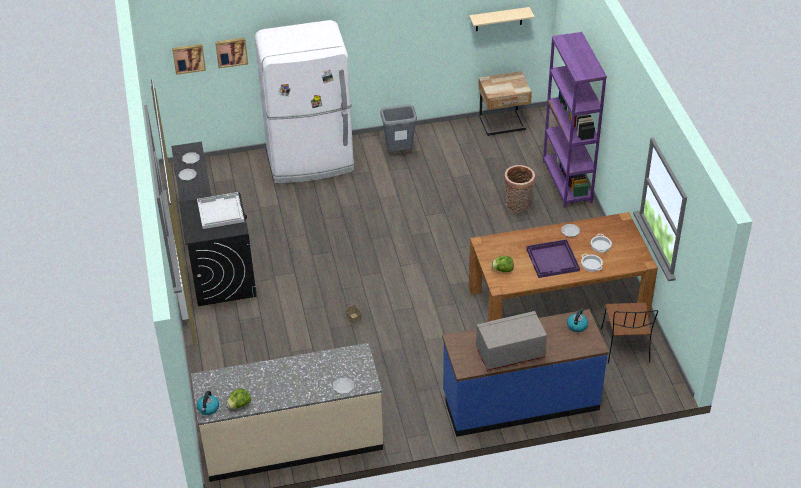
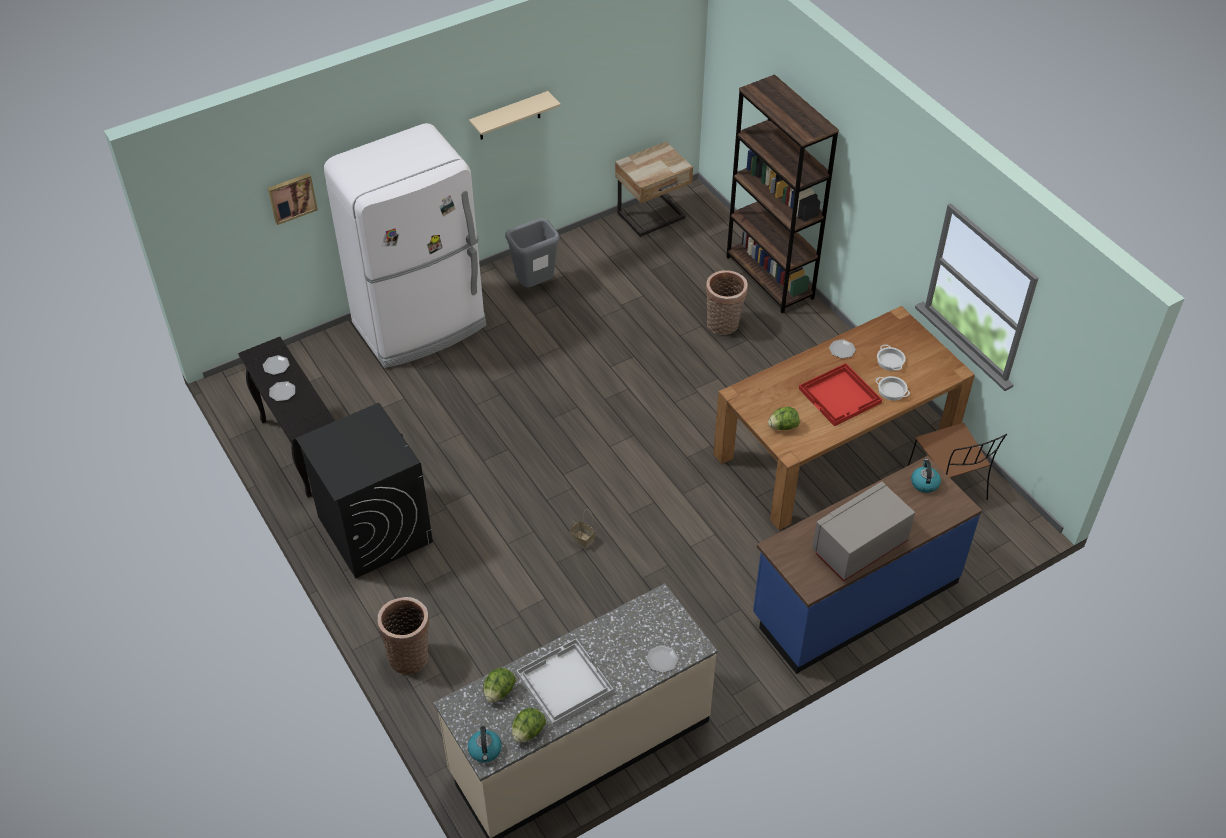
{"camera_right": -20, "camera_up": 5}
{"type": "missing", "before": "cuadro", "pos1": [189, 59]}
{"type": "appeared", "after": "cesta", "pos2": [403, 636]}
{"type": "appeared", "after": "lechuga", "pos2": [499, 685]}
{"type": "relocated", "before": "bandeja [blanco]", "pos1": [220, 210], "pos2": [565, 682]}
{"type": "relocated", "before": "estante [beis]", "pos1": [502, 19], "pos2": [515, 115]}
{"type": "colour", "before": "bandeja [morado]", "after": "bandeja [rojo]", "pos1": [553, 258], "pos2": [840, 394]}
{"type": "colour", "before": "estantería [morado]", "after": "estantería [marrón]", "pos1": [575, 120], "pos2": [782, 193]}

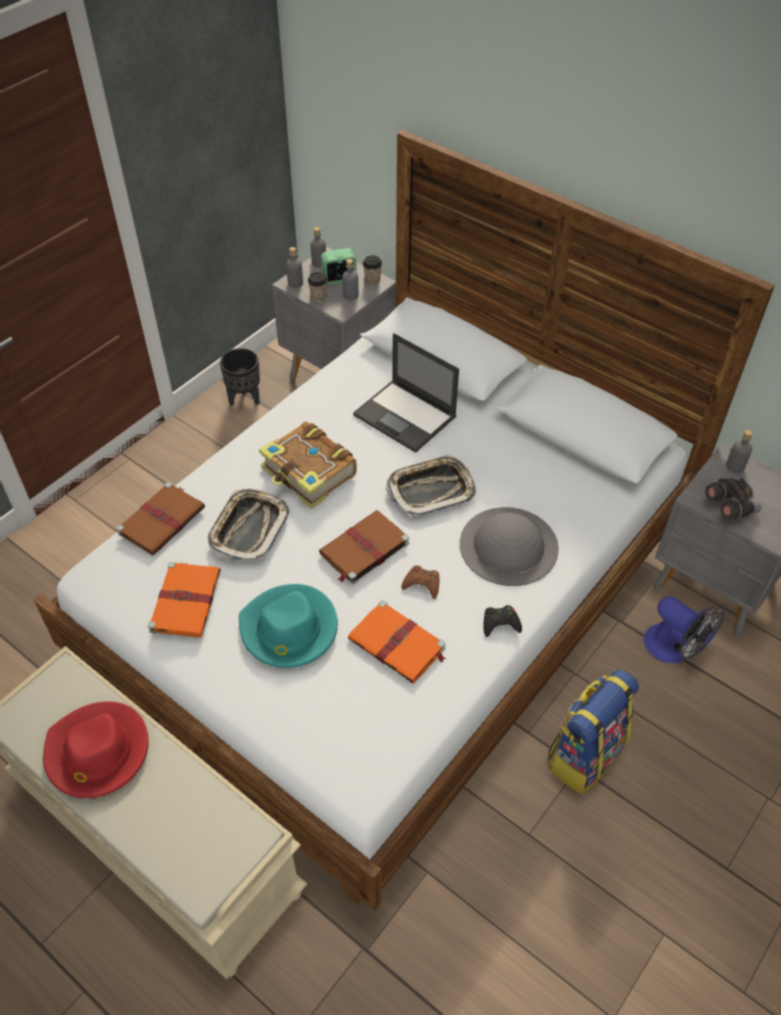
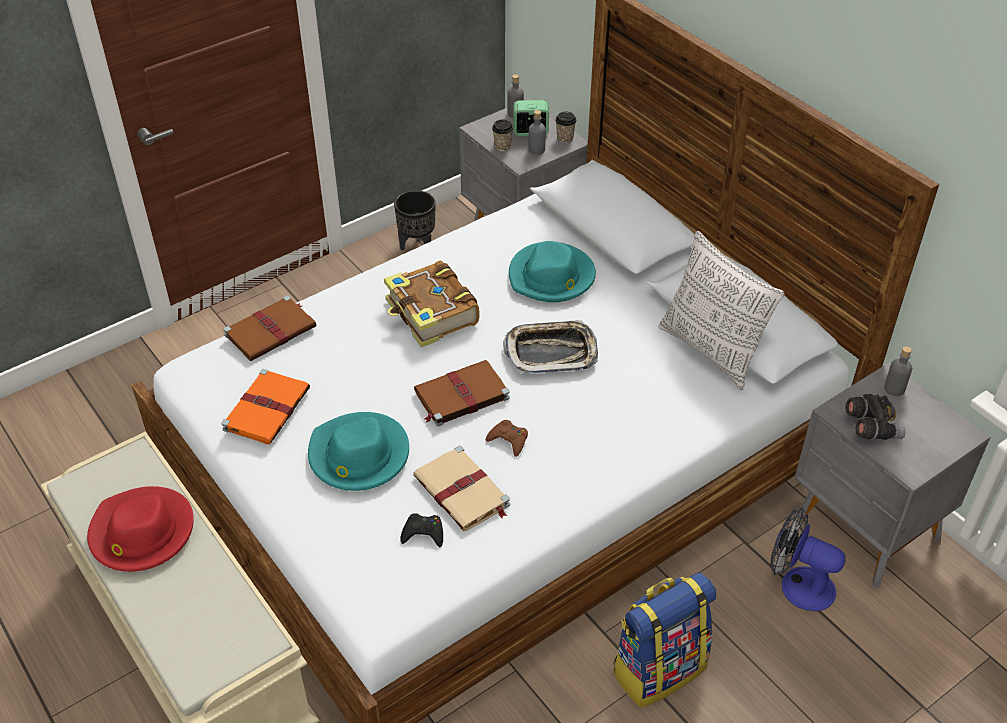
{"camera_right": 15, "camera_up": -5}
{"type": "missing", "before": "bandeja", "pos1": [248, 525]}
{"type": "missing", "before": "botella [gris]", "pos1": [294, 267]}
{"type": "missing", "before": "sombrero [gris]", "pos1": [509, 546]}
{"type": "appeared", "after": "cojín", "pos2": [721, 310]}
{"type": "relocated", "before": "mando de consola [negro]", "pos1": [502, 621], "pos2": [421, 530]}
{"type": "exchanged", "before": "portátil", "after": "sombrero [turquesa]", "pos1": [406, 393], "pos2": [552, 271]}
{"type": "colour", "before": "libro [naranja]", "after": "libro [beis]", "pos1": [397, 642], "pos2": [461, 489]}
{"type": "spun", "before": "ventilador", "pos1": [684, 629], "pos2": [808, 559], "turn": 150}

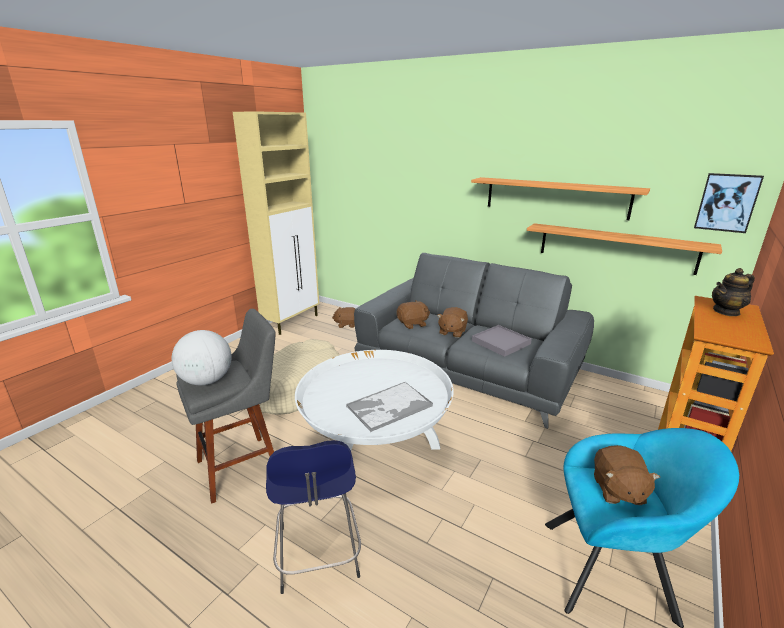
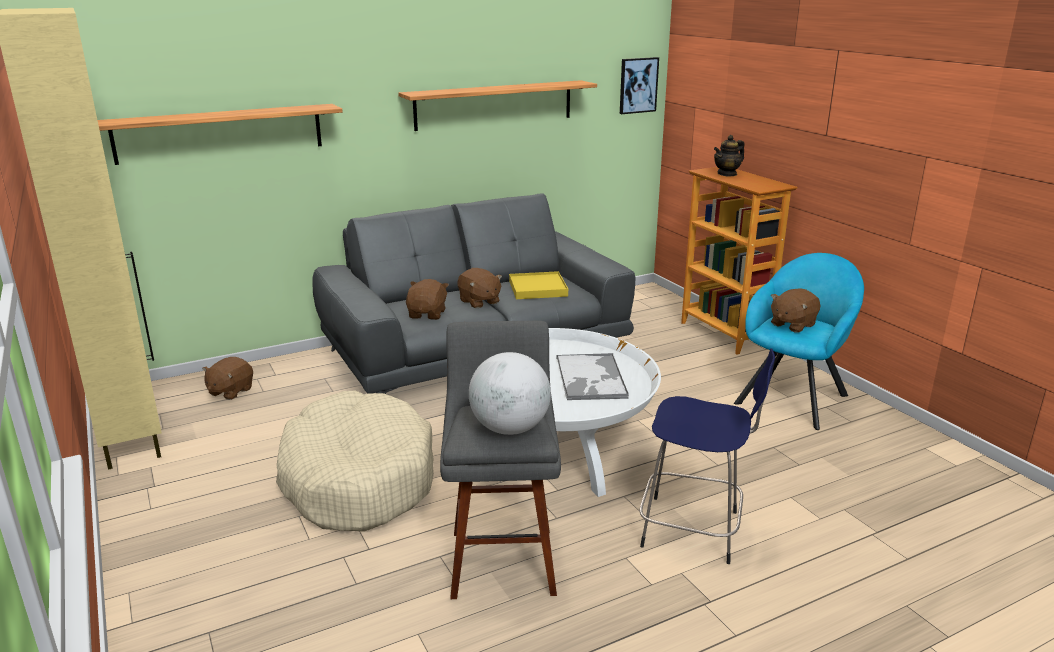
{"camera_right": -60, "camera_up": 0}
{"type": "relocated", "before": "estante", "pos1": [624, 249], "pos2": [220, 134]}
{"type": "colour", "before": "bandeja [gris]", "after": "bandeja [amarillo]", "pos1": [502, 341], "pos2": [538, 285]}
{"type": "spun", "before": "peluche [marrón]", "pos1": [627, 475], "pos2": [795, 310], "turn": 105}
{"type": "spun", "before": "tetera", "pos1": [733, 292], "pos2": [729, 156], "turn": 45}

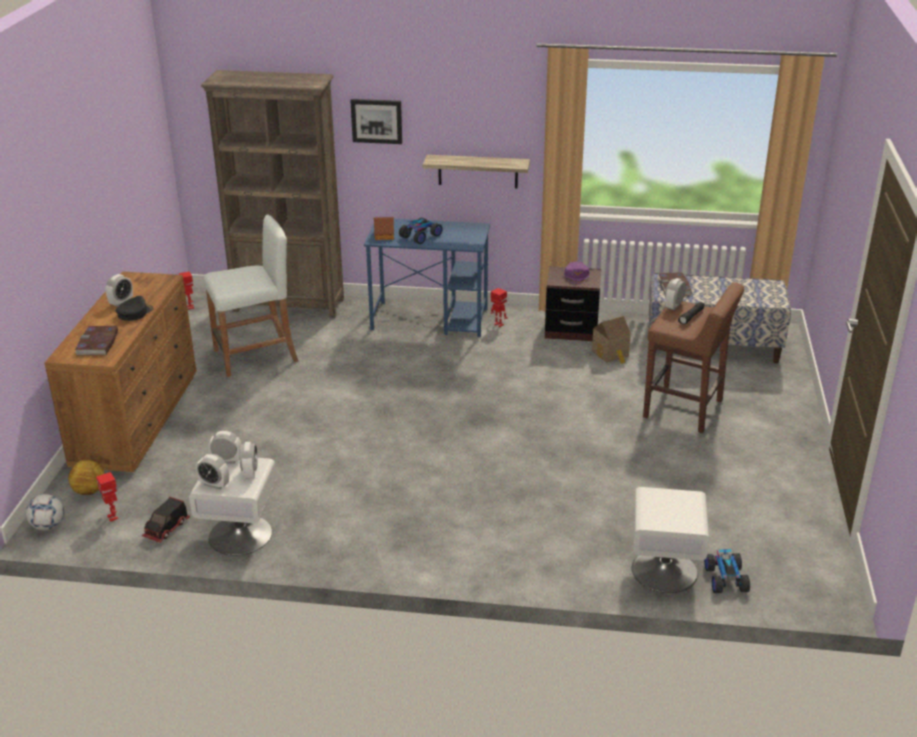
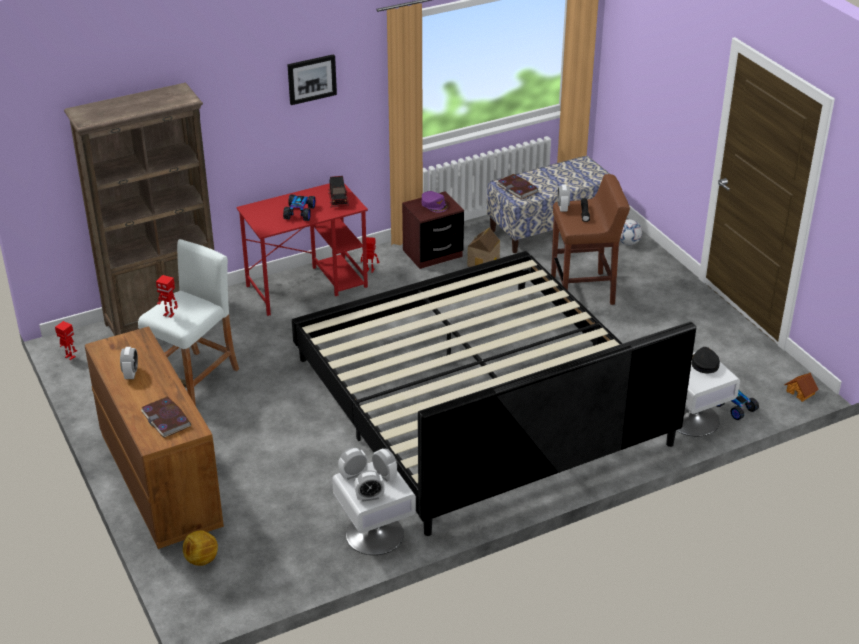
{"camera_right": -35, "camera_up": 5}
{"type": "missing", "before": "estante", "pos1": [476, 172]}
{"type": "appeared", "after": "cama", "pos2": [494, 393]}
{"type": "relocated", "before": "balón de fútbol", "pos1": [45, 512], "pos2": [631, 232]}
{"type": "relocated", "before": "robot de juguete", "pos1": [107, 497], "pos2": [167, 296]}
{"type": "relocated", "before": "gorra [negro]", "pos1": [134, 308], "pos2": [706, 360]}
{"type": "relocated", "before": "camión de juguete", "pos1": [166, 520], "pos2": [339, 191]}
{"type": "relocated", "before": "cuadro", "pos1": [376, 121], "pos2": [312, 79]}
{"type": "relocated", "before": "casita", "pos1": [384, 228], "pos2": [801, 387]}
{"type": "colour", "before": "escritorio [azul]", "after": "escritorio [rojo]", "pos1": [427, 278], "pos2": [302, 249]}

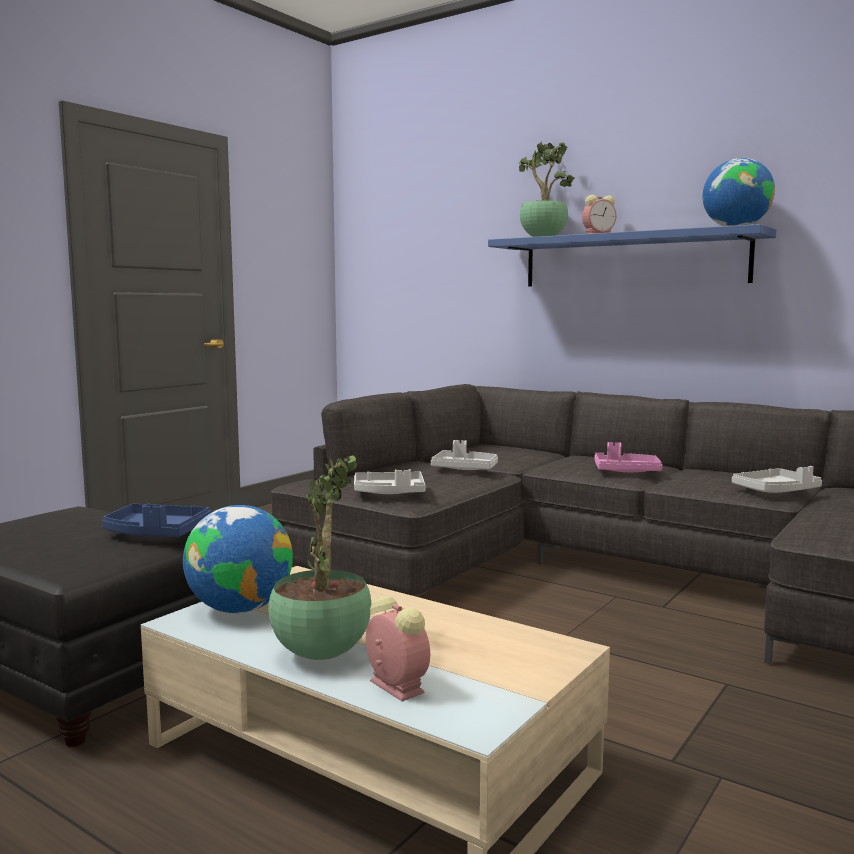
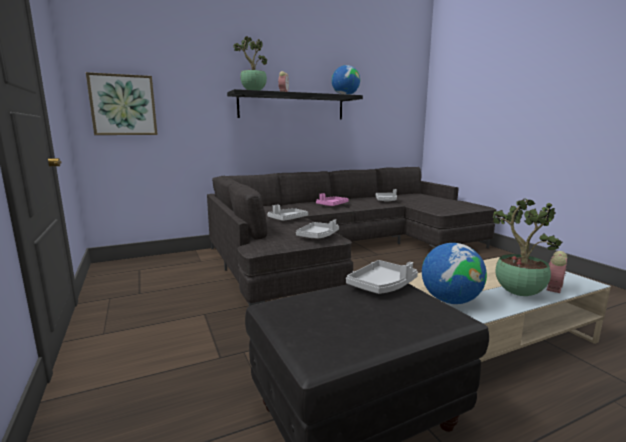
{"camera_right": -60, "camera_up": 5}
{"type": "appeared", "after": "cuadro", "pos2": [122, 103]}
{"type": "colour", "before": "bandeja [azul]", "after": "bandeja [gris]", "pos1": [156, 520], "pos2": [382, 277]}
{"type": "colour", "before": "estante [azul]", "after": "estante [negro]", "pos1": [632, 255], "pos2": [295, 104]}
{"type": "spun", "before": "despertador", "pos1": [398, 649], "pos2": [557, 272], "turn": 135}

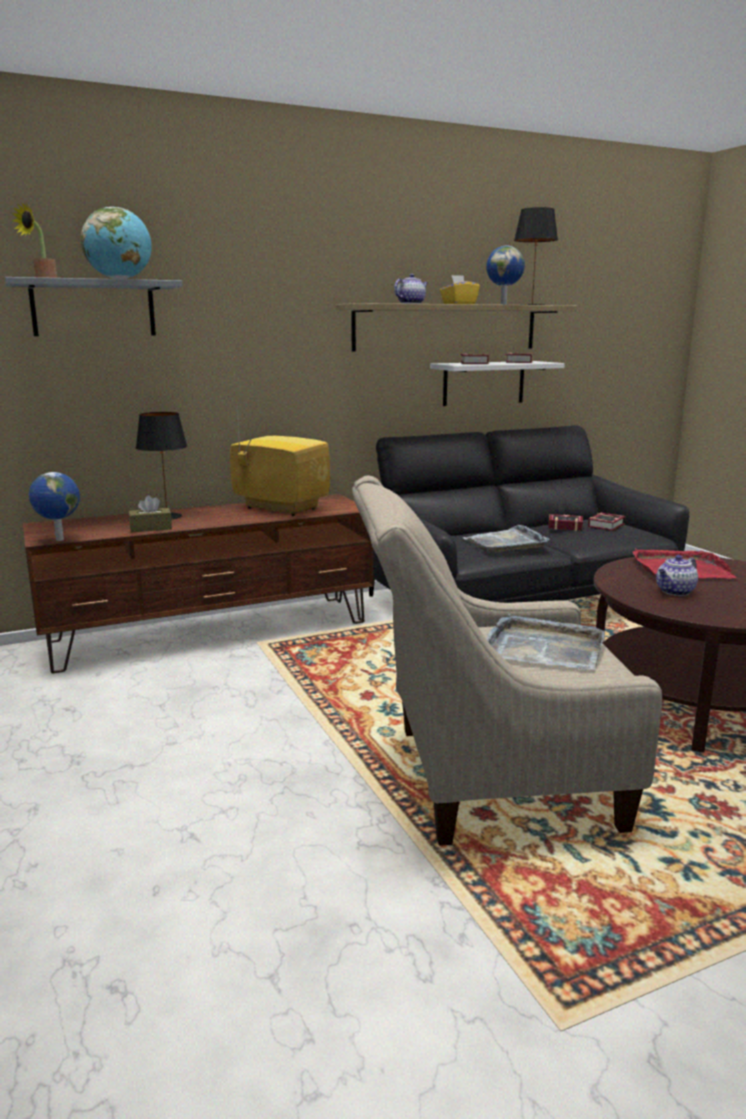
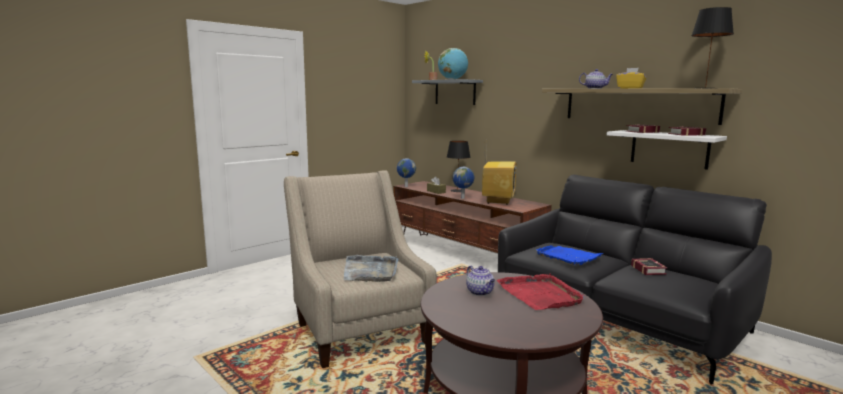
{"camera_right": 70, "camera_up": -5}
{"type": "missing", "before": "libro", "pos1": [606, 522]}
{"type": "relocated", "before": "globo terráqueo", "pos1": [505, 275], "pos2": [463, 183]}
{"type": "colour", "before": "bandeja [gris]", "after": "bandeja [azul]", "pos1": [505, 539], "pos2": [569, 255]}
{"type": "spun", "before": "tetera", "pos1": [677, 575], "pos2": [480, 281], "turn": -150}

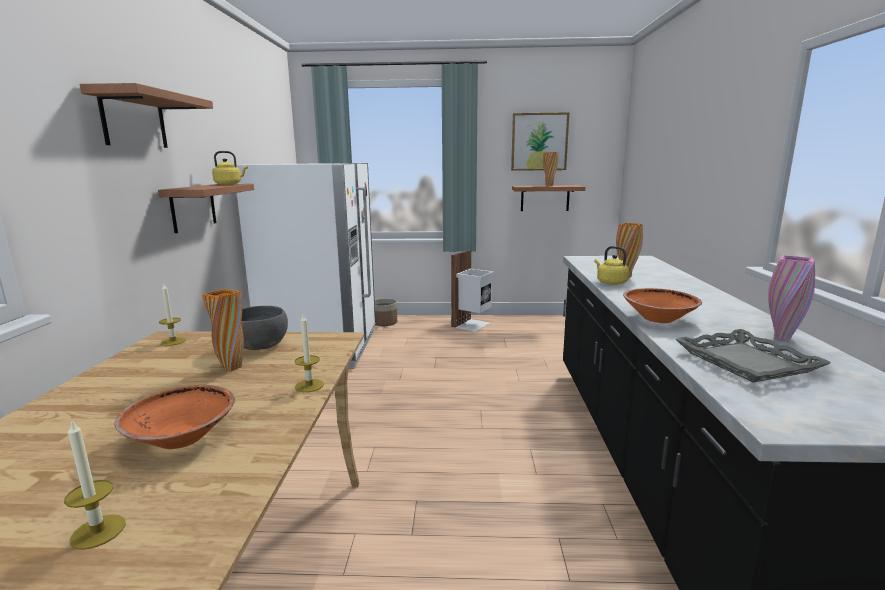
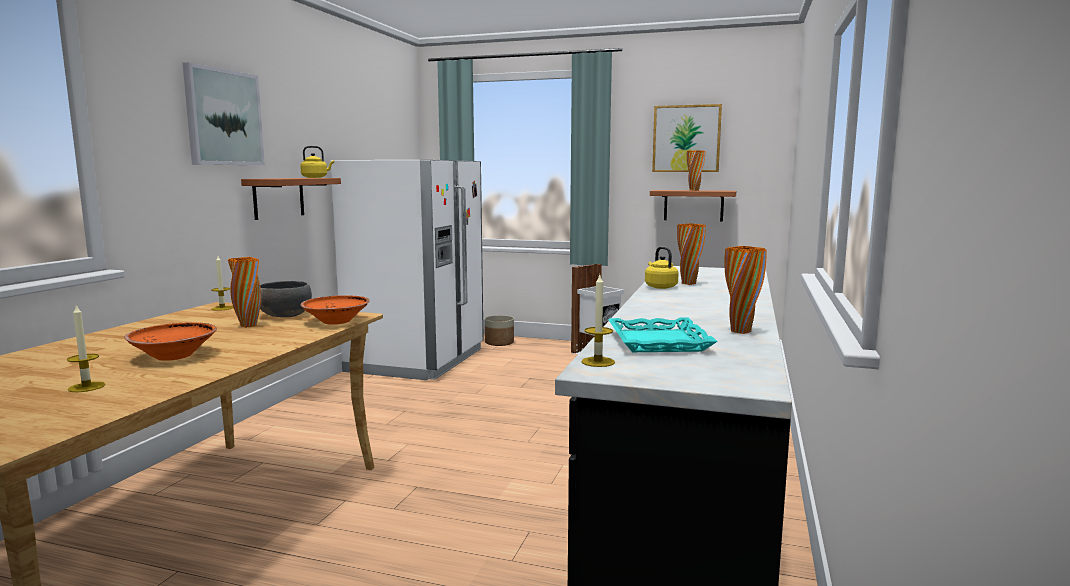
{"camera_right": 15, "camera_up": -5}
{"type": "relocated", "before": "vela", "pos1": [309, 353], "pos2": [598, 321]}
{"type": "relocated", "before": "cuenco [naranja]", "pos1": [662, 305], "pos2": [335, 310]}
{"type": "exchanged", "before": "estante", "after": "cuadro", "pos1": [146, 115], "pos2": [224, 113]}
{"type": "colour", "before": "bandeja [gris]", "after": "bandeja [turquesa]", "pos1": [753, 356], "pos2": [663, 334]}
{"type": "colour", "before": "florero [rosa]", "after": "florero [naranja]", "pos1": [791, 298], "pos2": [746, 290]}

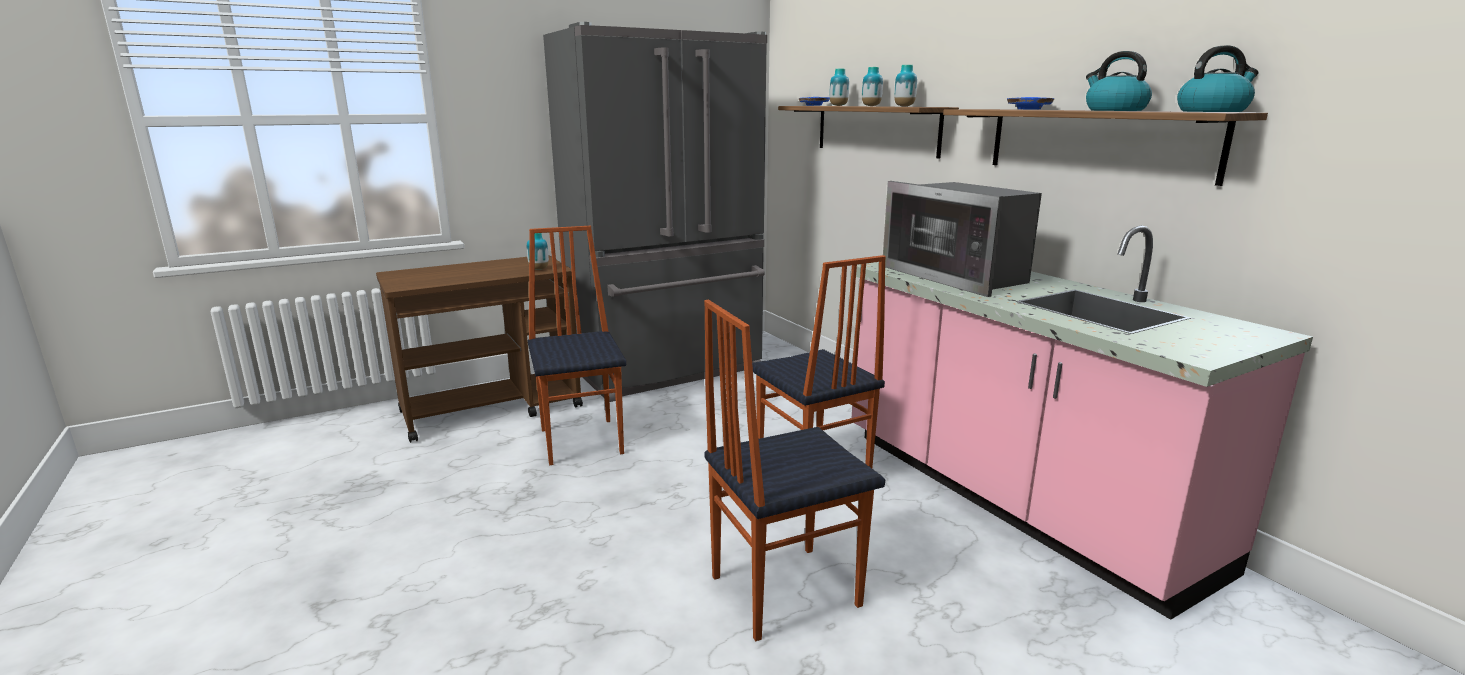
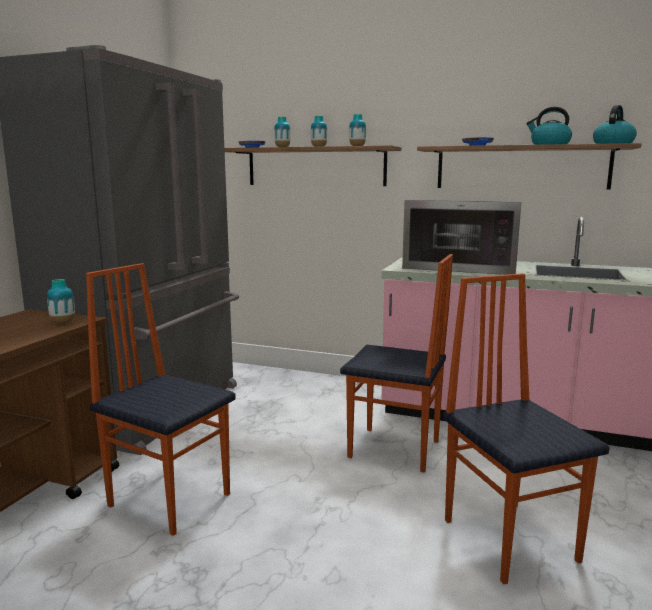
{"camera_right": -40, "camera_up": -5}
{"type": "spun", "before": "silla", "pos1": [794, 470], "pos2": [526, 428], "turn": 135}

